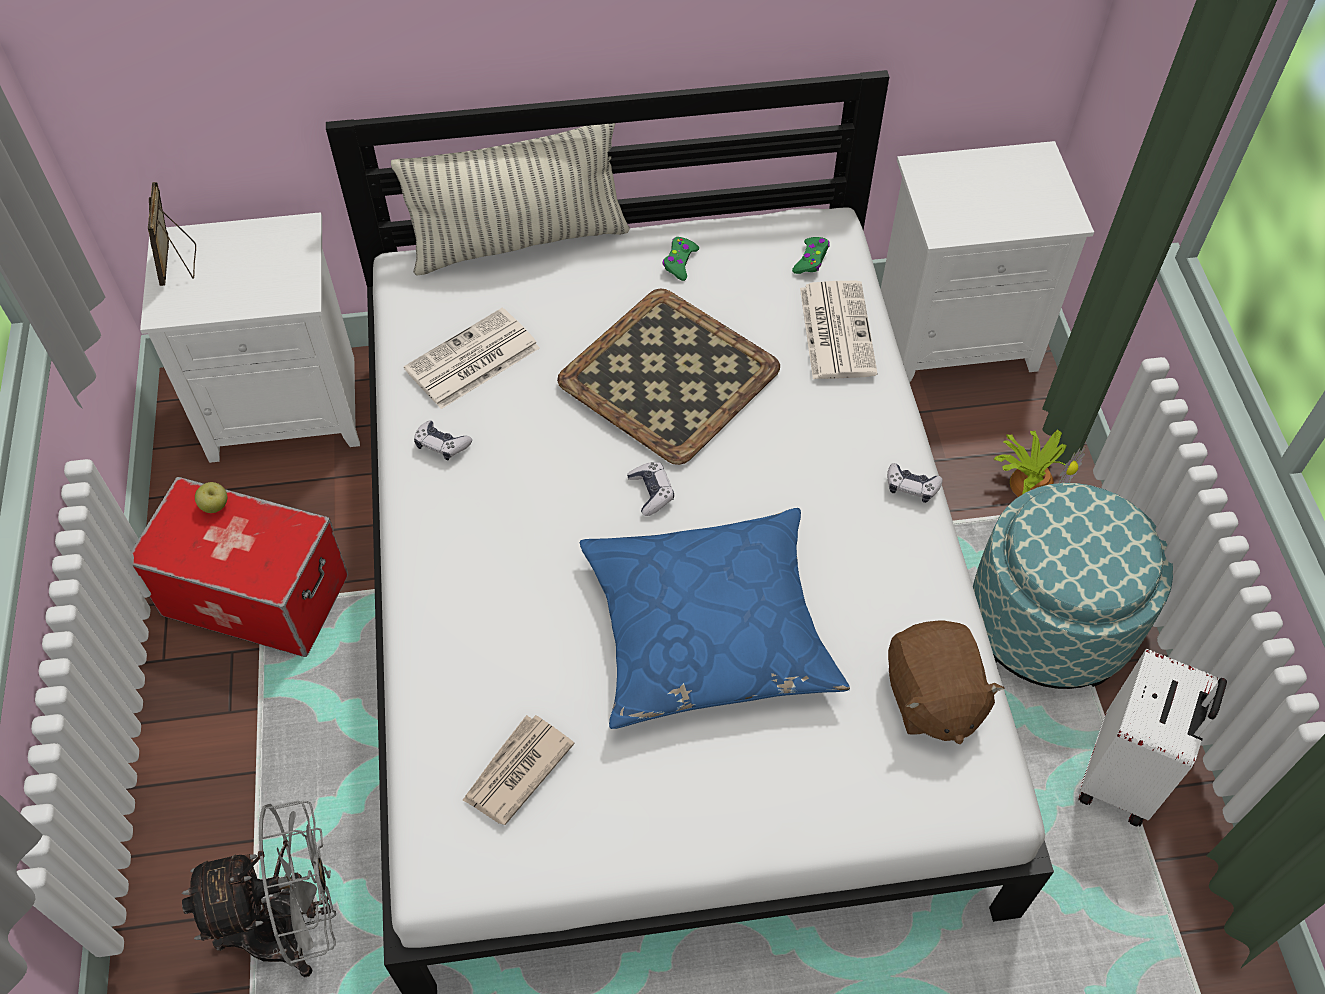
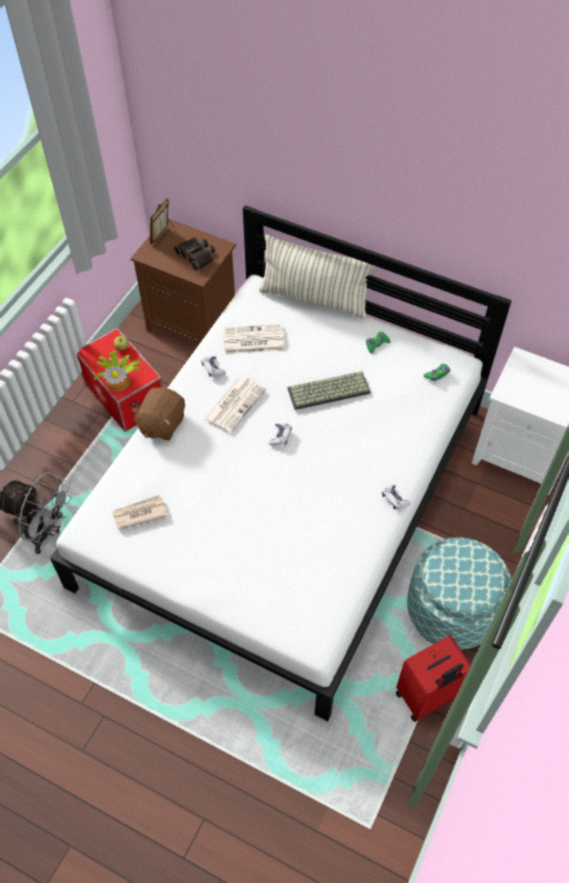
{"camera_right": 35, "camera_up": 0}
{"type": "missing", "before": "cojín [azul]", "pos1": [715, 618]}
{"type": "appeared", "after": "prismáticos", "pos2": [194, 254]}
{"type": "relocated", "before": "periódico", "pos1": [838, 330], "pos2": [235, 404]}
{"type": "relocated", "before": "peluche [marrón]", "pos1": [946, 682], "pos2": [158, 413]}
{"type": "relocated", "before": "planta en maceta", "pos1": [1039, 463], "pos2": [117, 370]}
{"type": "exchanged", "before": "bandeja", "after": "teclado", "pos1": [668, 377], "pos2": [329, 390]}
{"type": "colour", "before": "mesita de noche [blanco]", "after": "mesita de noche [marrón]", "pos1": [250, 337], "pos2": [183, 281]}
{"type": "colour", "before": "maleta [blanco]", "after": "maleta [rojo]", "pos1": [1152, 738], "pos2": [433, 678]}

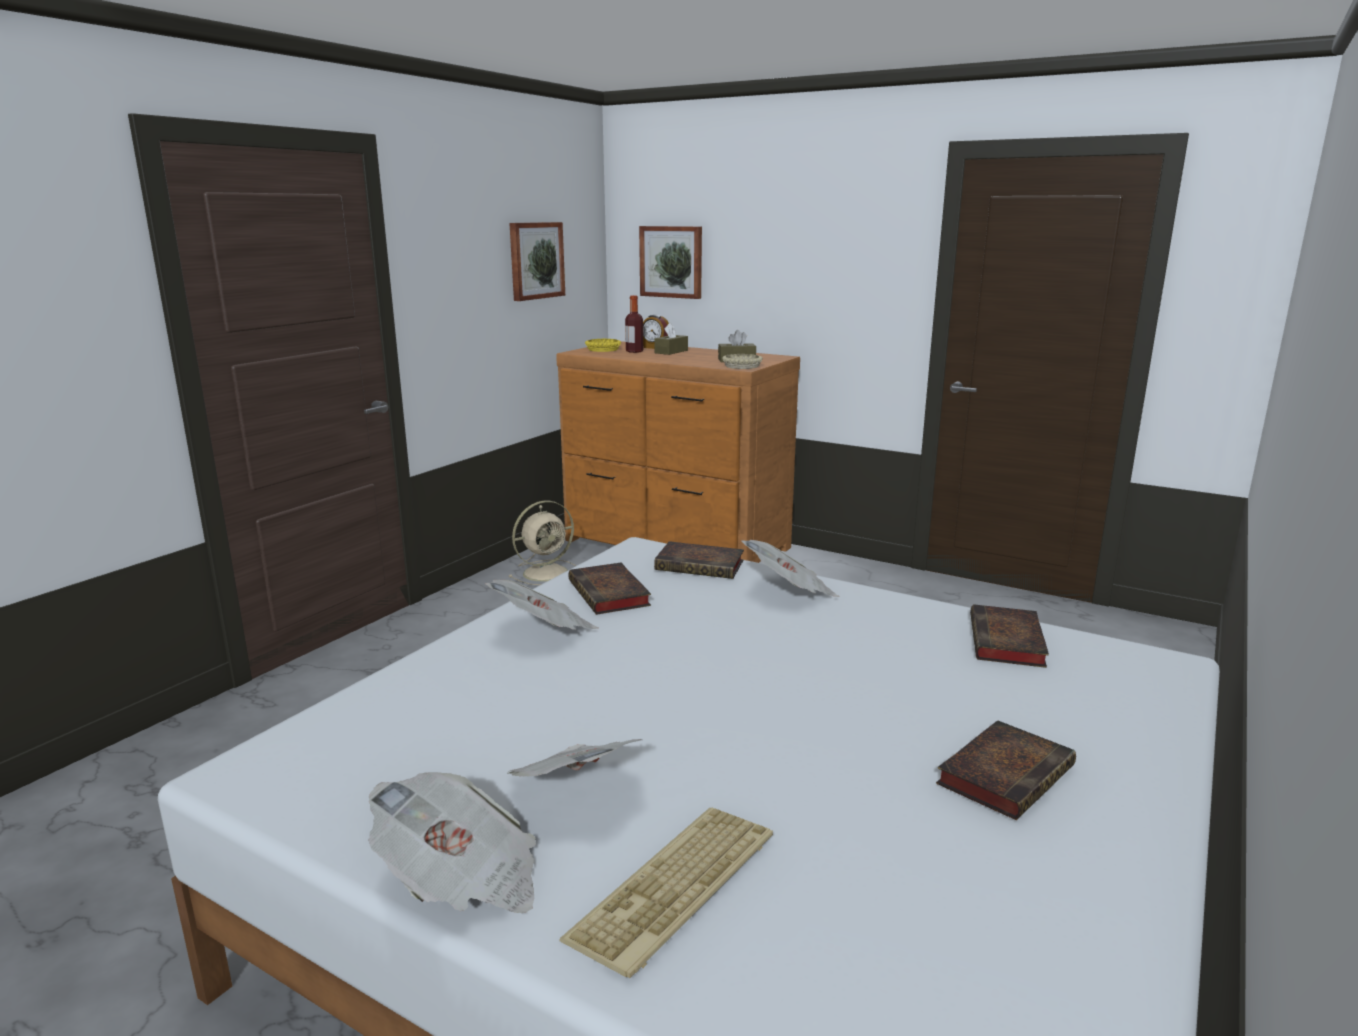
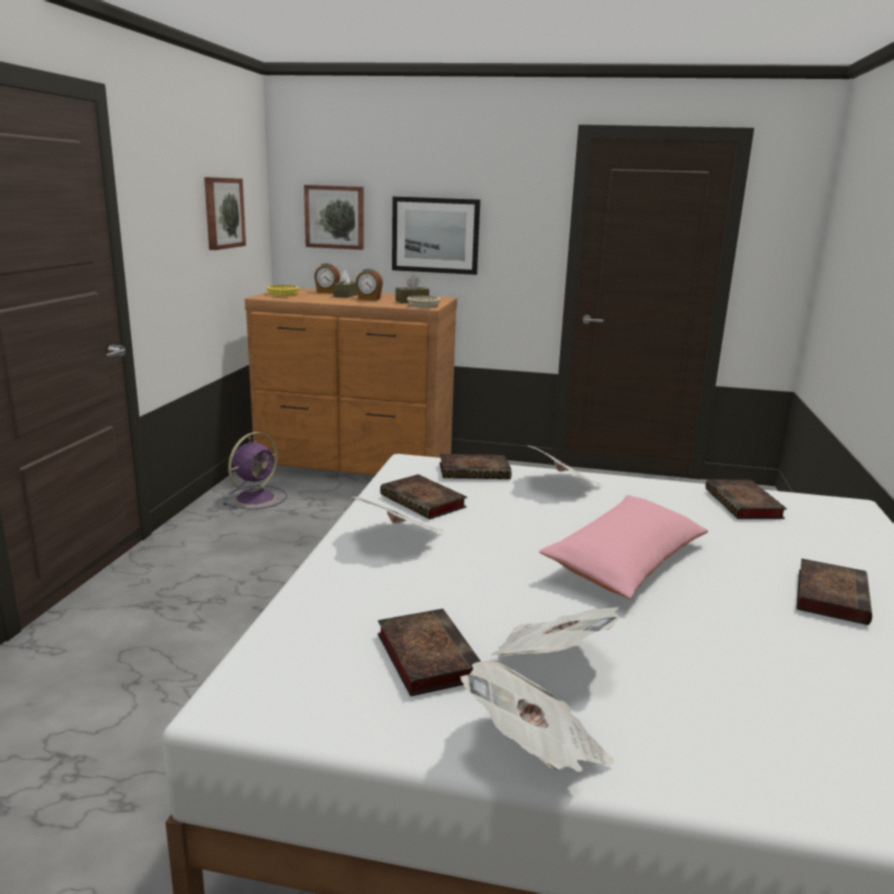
{"camera_right": -20, "camera_up": 0}
{"type": "missing", "before": "teclado", "pos1": [666, 893]}
{"type": "missing", "before": "botella", "pos1": [634, 324]}
{"type": "appeared", "after": "despertador", "pos2": [369, 285]}
{"type": "appeared", "after": "libro", "pos2": [429, 653]}
{"type": "appeared", "after": "cuadro", "pos2": [436, 235]}
{"type": "appeared", "after": "cojín [rosa]", "pos2": [623, 547]}
{"type": "colour", "before": "ventilador [beis]", "after": "ventilador [morado]", "pos1": [542, 543], "pos2": [254, 471]}

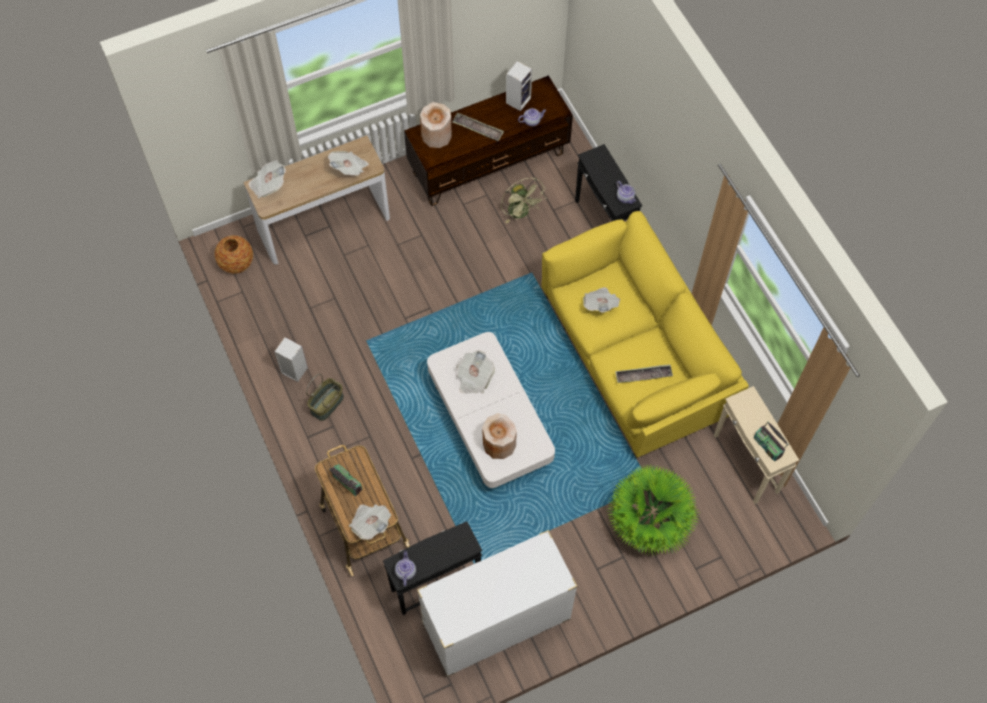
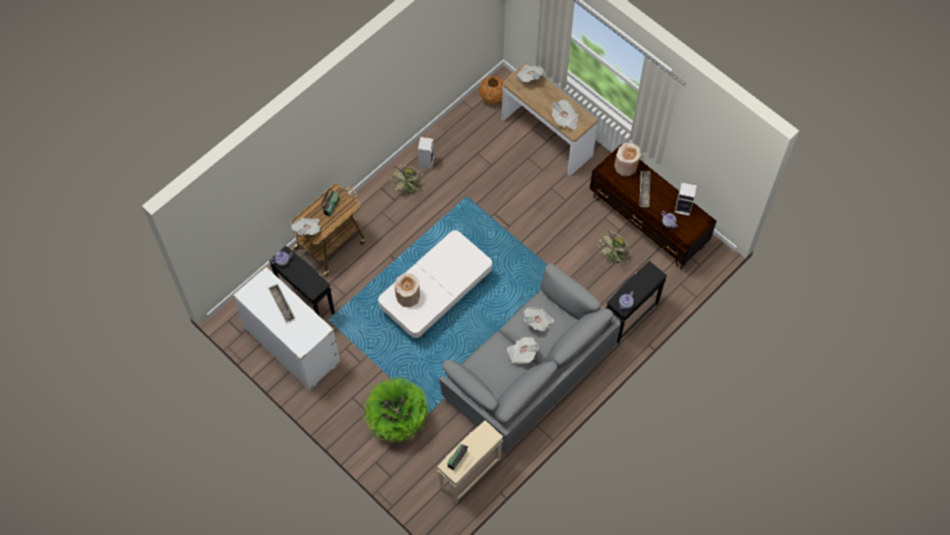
{"camera_right": 70, "camera_up": 0}
{"type": "relocated", "before": "periódico", "pos1": [476, 372], "pos2": [523, 350]}
{"type": "relocated", "before": "bandeja", "pos1": [644, 373], "pos2": [281, 303]}
{"type": "exchanged", "before": "cesta", "after": "ventilador [verde]", "pos1": [325, 397], "pos2": [407, 180]}
{"type": "colour", "before": "sofá [amarillo]", "after": "sofá [gris]", "pos1": [645, 334], "pos2": [530, 358]}

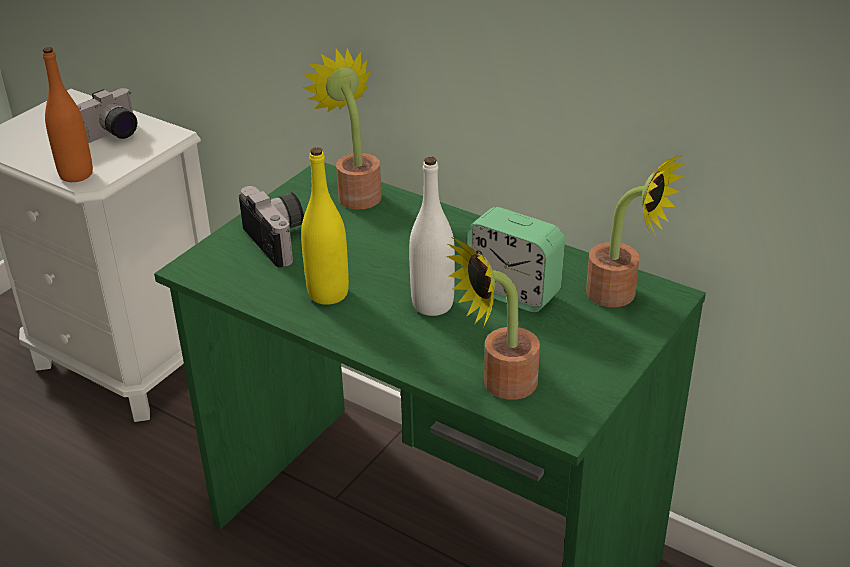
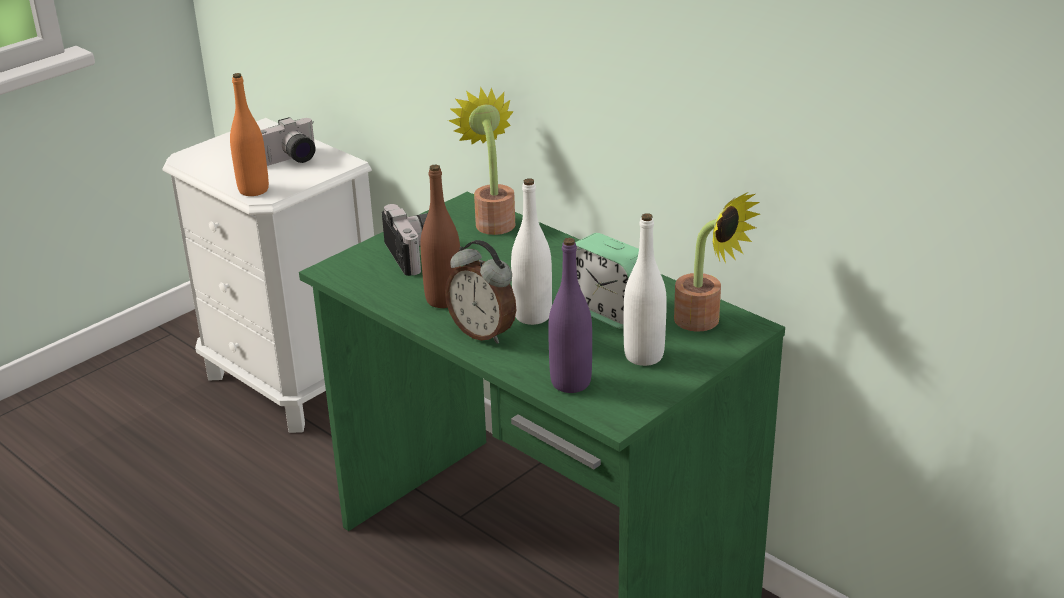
{"camera_right": 10, "camera_up": -5}
{"type": "appeared", "after": "despertador", "pos2": [480, 292]}
{"type": "appeared", "after": "botella [blanco]", "pos2": [645, 289]}
{"type": "exchanged", "before": "planta en maceta", "after": "botella [morado]", "pos1": [493, 318], "pos2": [570, 315]}
{"type": "colour", "before": "botella [amarillo]", "after": "botella [marrón]", "pos1": [325, 226], "pos2": [440, 236]}

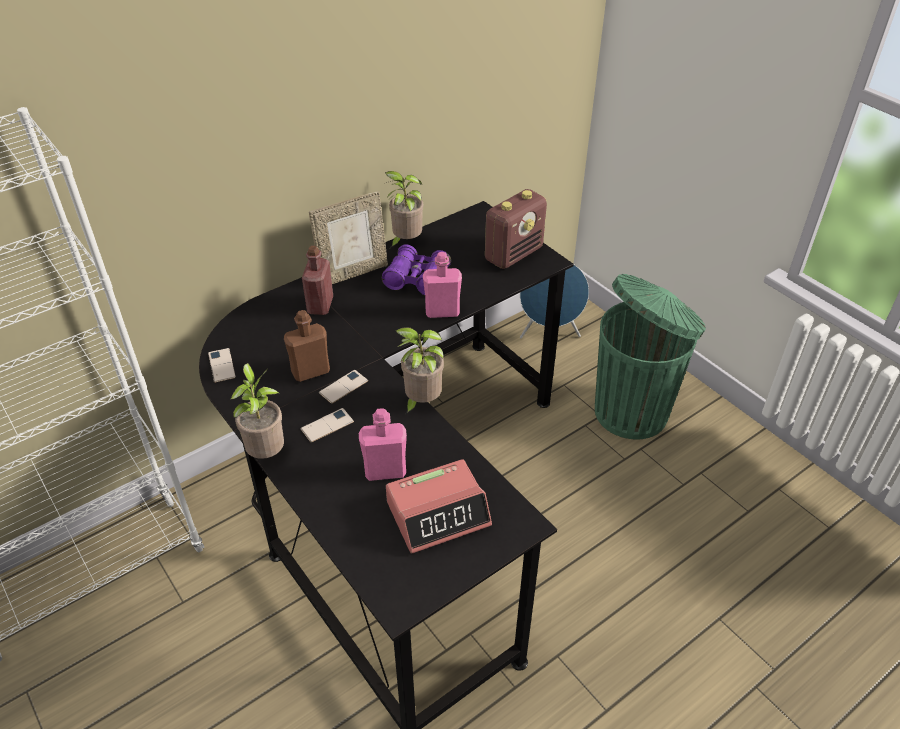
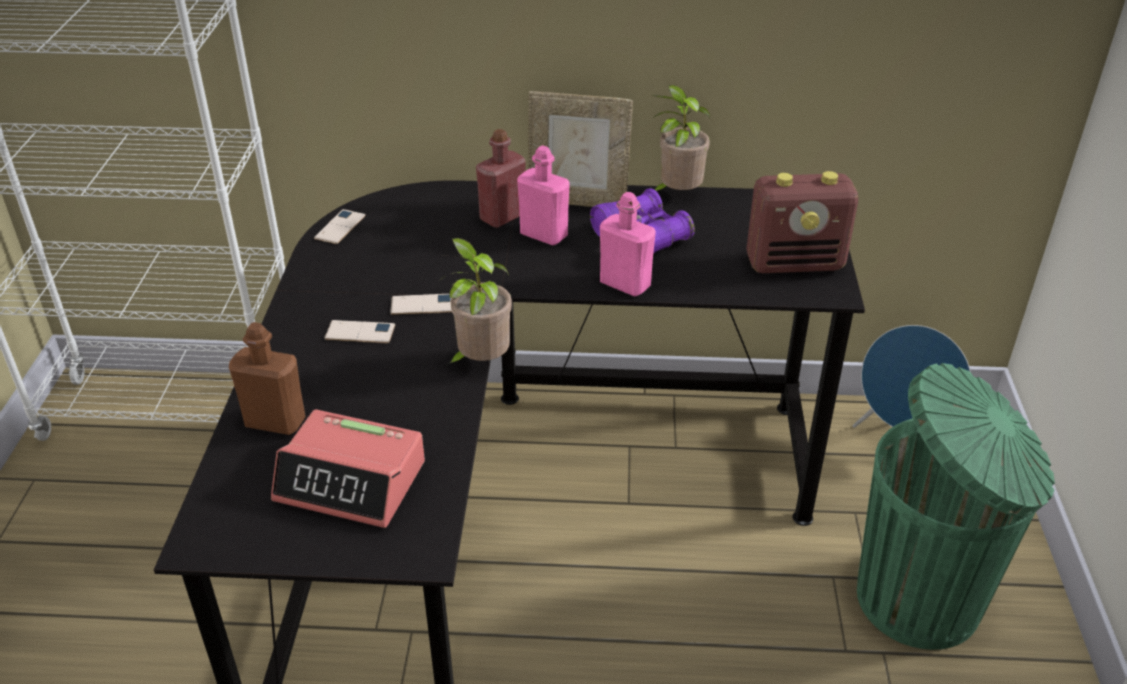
{"camera_right": 40, "camera_up": -5}
{"type": "missing", "before": "planta en maceta", "pos1": [257, 411]}
{"type": "relocated", "before": "botella [marrón]", "pos1": [307, 346], "pos2": [267, 378]}
{"type": "relocated", "before": "botella [rosa]", "pos1": [383, 444], "pos2": [543, 196]}

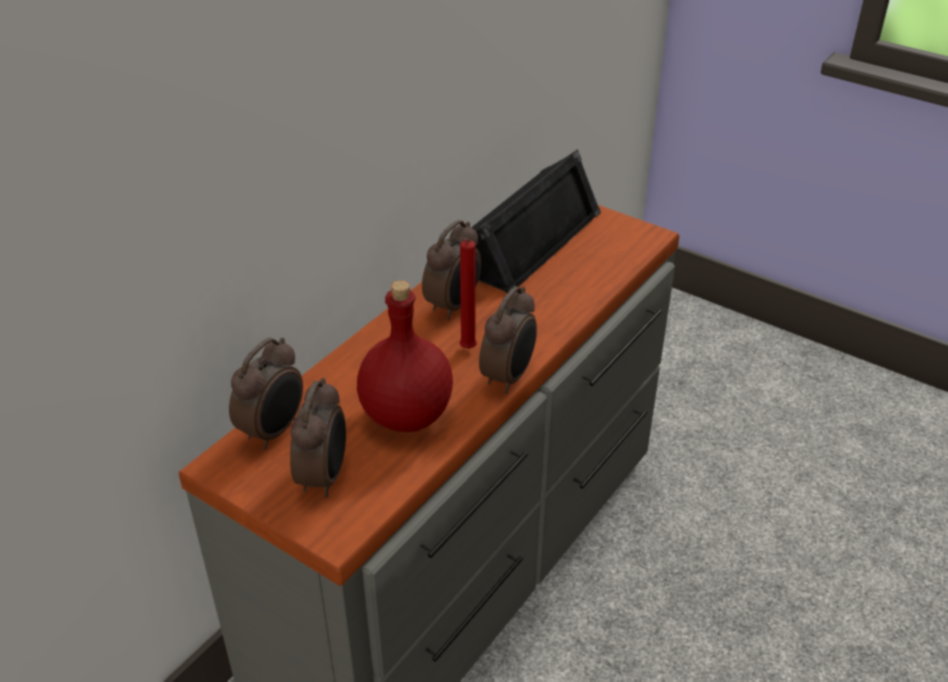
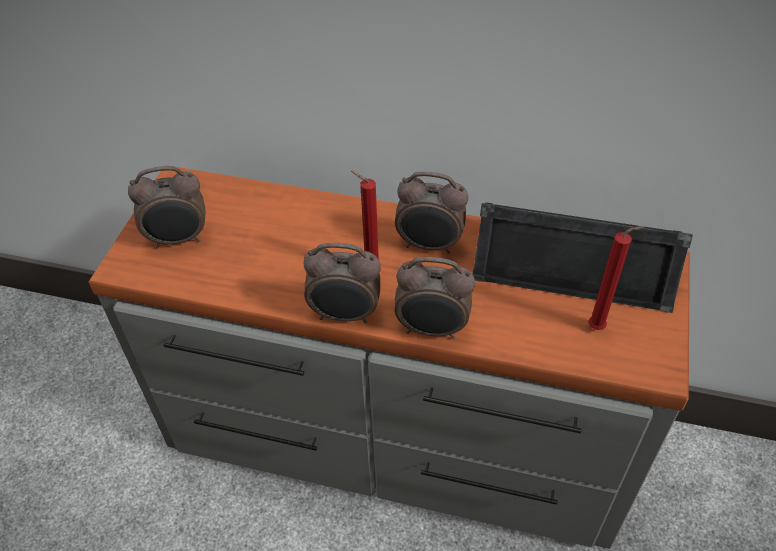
{"camera_right": 70, "camera_up": 10}
{"type": "missing", "before": "botella [rojo]", "pos1": [405, 356]}
{"type": "appeared", "after": "vela [rojo]", "pos2": [616, 278]}
{"type": "relocated", "before": "despertador", "pos1": [266, 393], "pos2": [434, 298]}

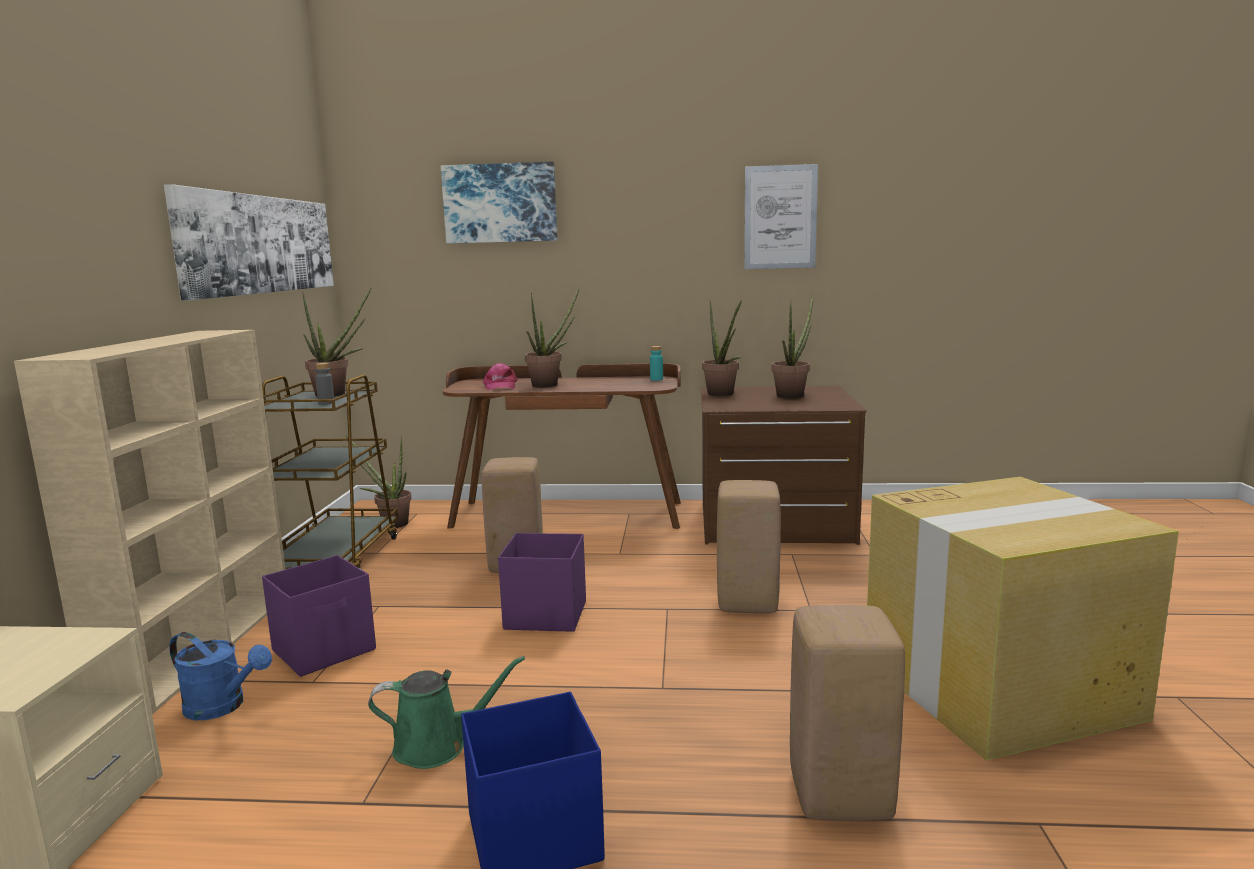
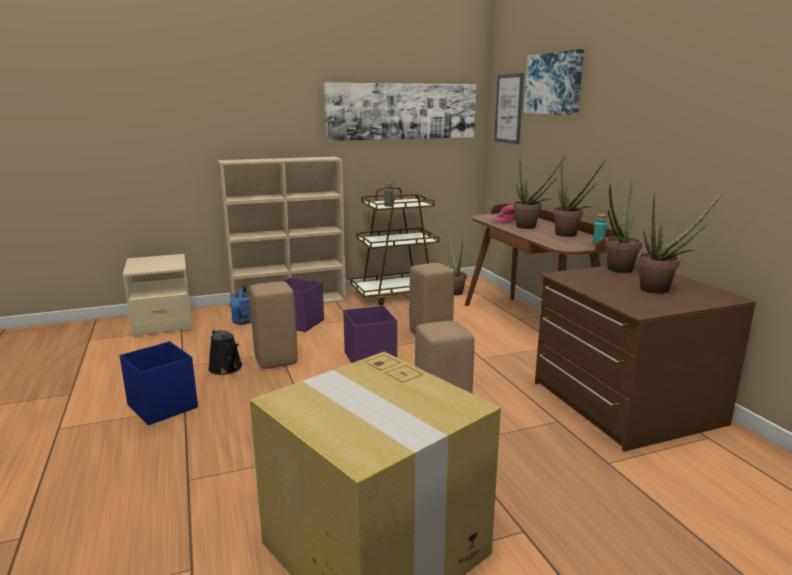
{"camera_right": 65, "camera_up": 5}
{"type": "relocated", "before": "planta en maceta", "pos1": [337, 342], "pos2": [579, 197]}
{"type": "relocated", "before": "cuadro", "pos1": [781, 216], "pos2": [509, 108]}
{"type": "relocated", "before": "taburete [beis]", "pos1": [847, 713], "pos2": [274, 325]}
{"type": "colour", "before": "regadera [verde]", "after": "regadera [negro]", "pos1": [446, 712], "pos2": [225, 351]}

